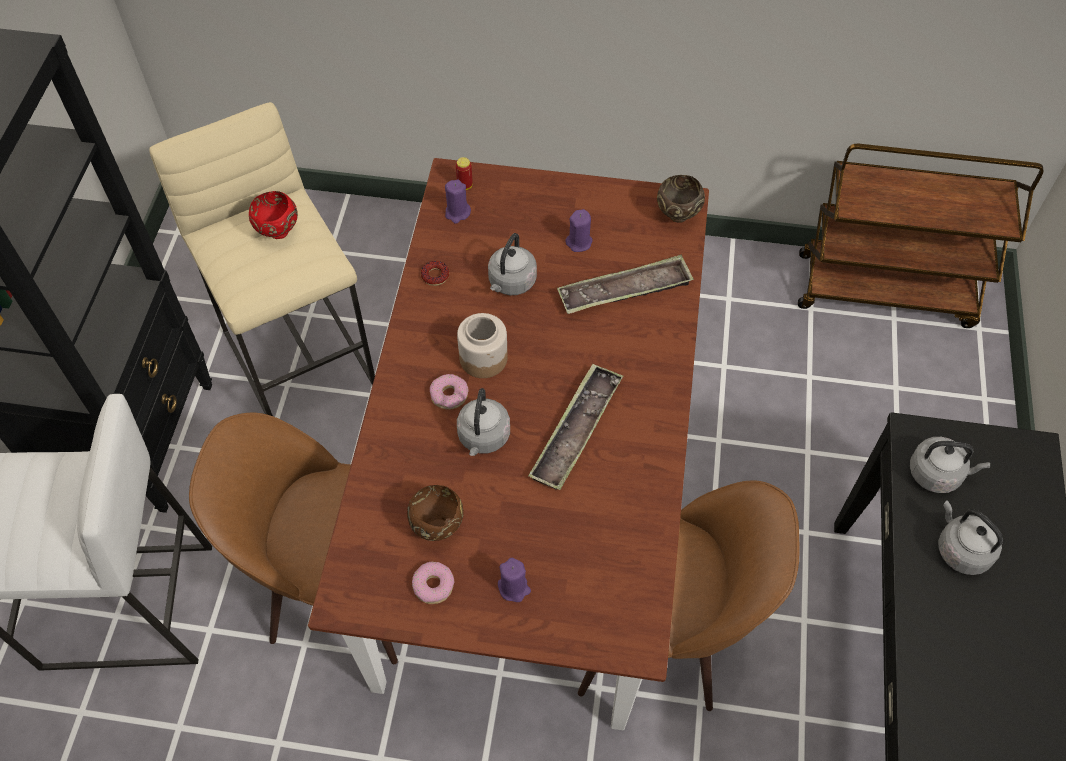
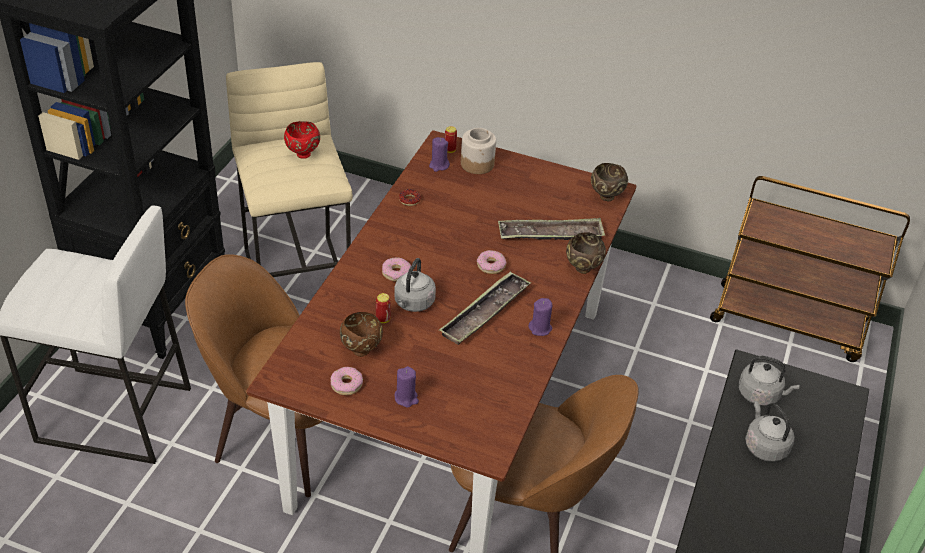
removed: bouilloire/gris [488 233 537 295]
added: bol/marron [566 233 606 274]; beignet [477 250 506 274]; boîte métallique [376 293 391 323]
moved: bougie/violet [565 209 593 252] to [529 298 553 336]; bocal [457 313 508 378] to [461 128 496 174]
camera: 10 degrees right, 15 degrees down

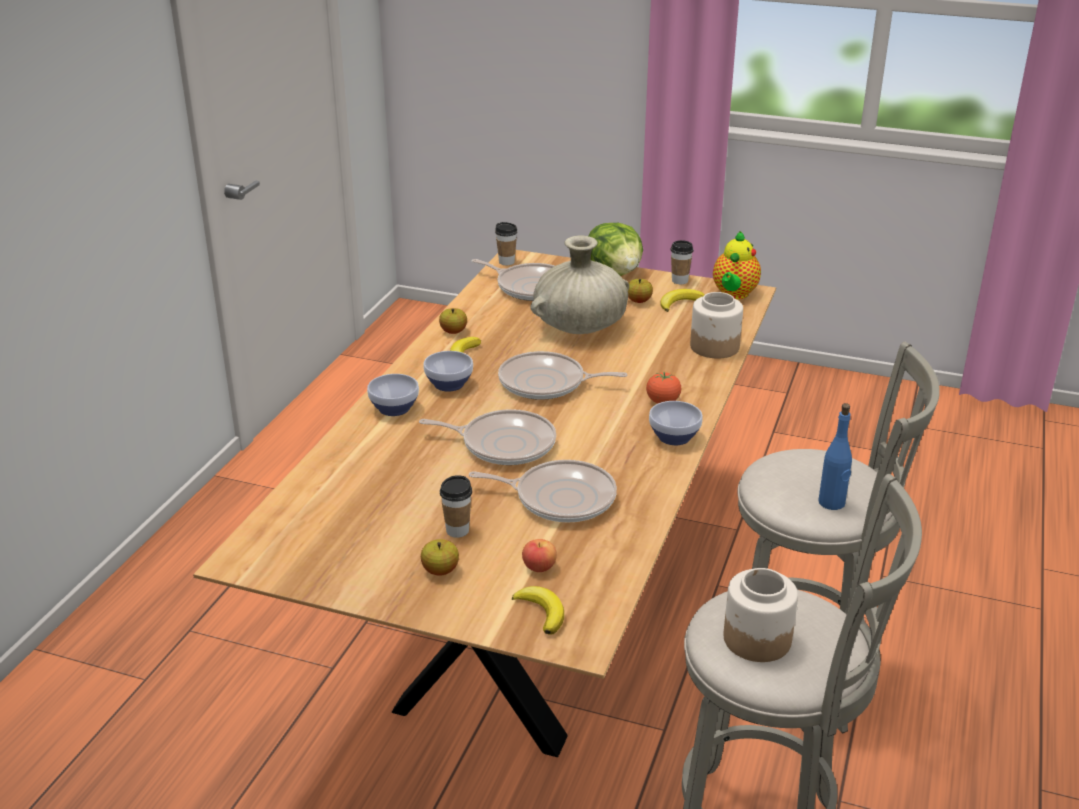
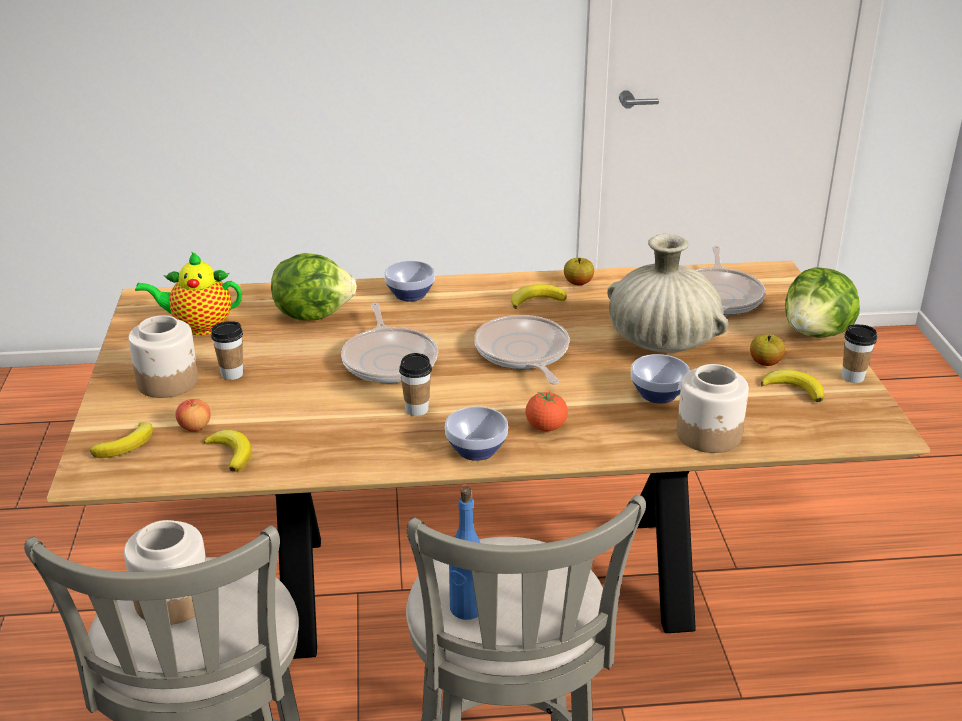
removed: poêle [469 460 617 523]
added: laitue [271 253 357 321]; banane [204 430 252 472]
moved: tasse [495 222 518 265] to [399 353 432 416]; théière [713 231 761 300] to [135 251 242 335]; bol [423 351 473 391] to [631 354 690 404]
replaced: pomme [421 539 459 576] to bocal [128 315 198 398]
camera: 65 degrees right, 0 degrees up

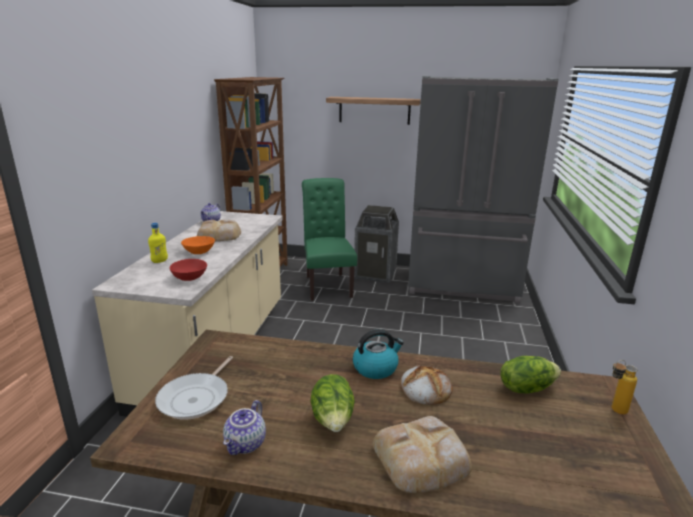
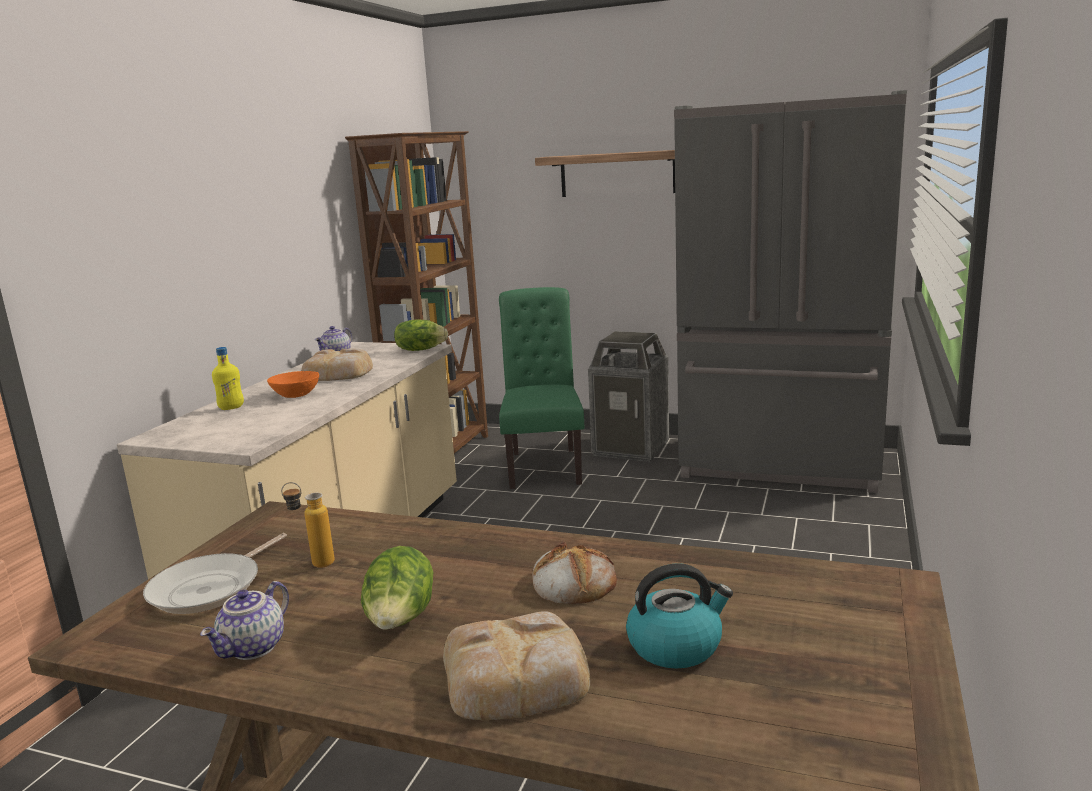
removed: bol/rouge [170 259 207 281]
moved: bouilloire [353 329 404 379] to [626 563 733 669]; laitue [500 356 561 394] to [394 319 448 351]; bouteille [612 360 638 414] to [281 482 335 568]
camera: 10 degrees right, 5 degrees down

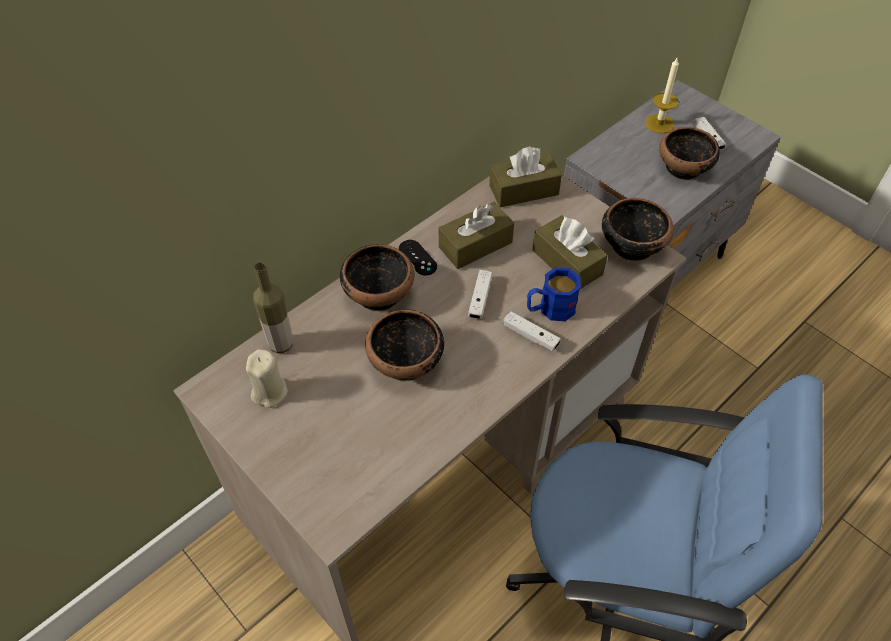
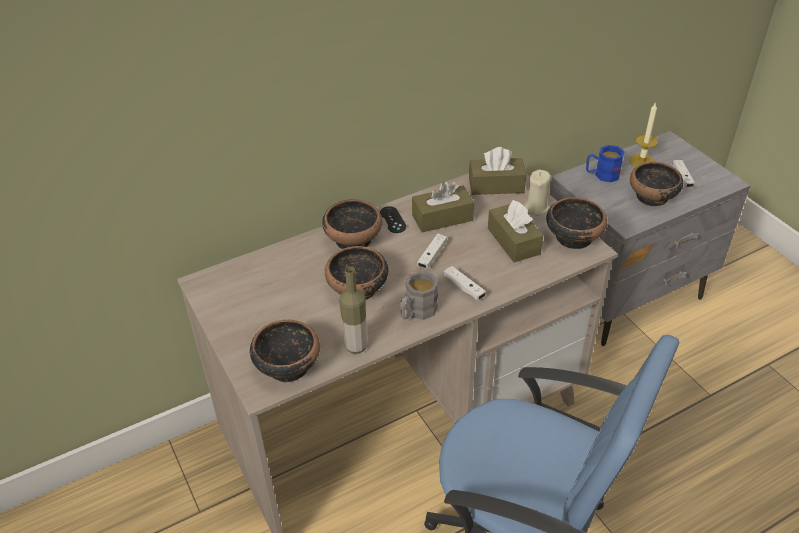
added: mug/gris [400 271 438 320]; bol [250 320 320 382]
moved: bouteille [253 262 293 353] to [339 266 367 354]; mug/bleu [527 267 581 321] to [586 145 625 183]; bougie/beige [246 349 288 408] to [523 169 551 216]
camera: 15 degrees right, 10 degrees down

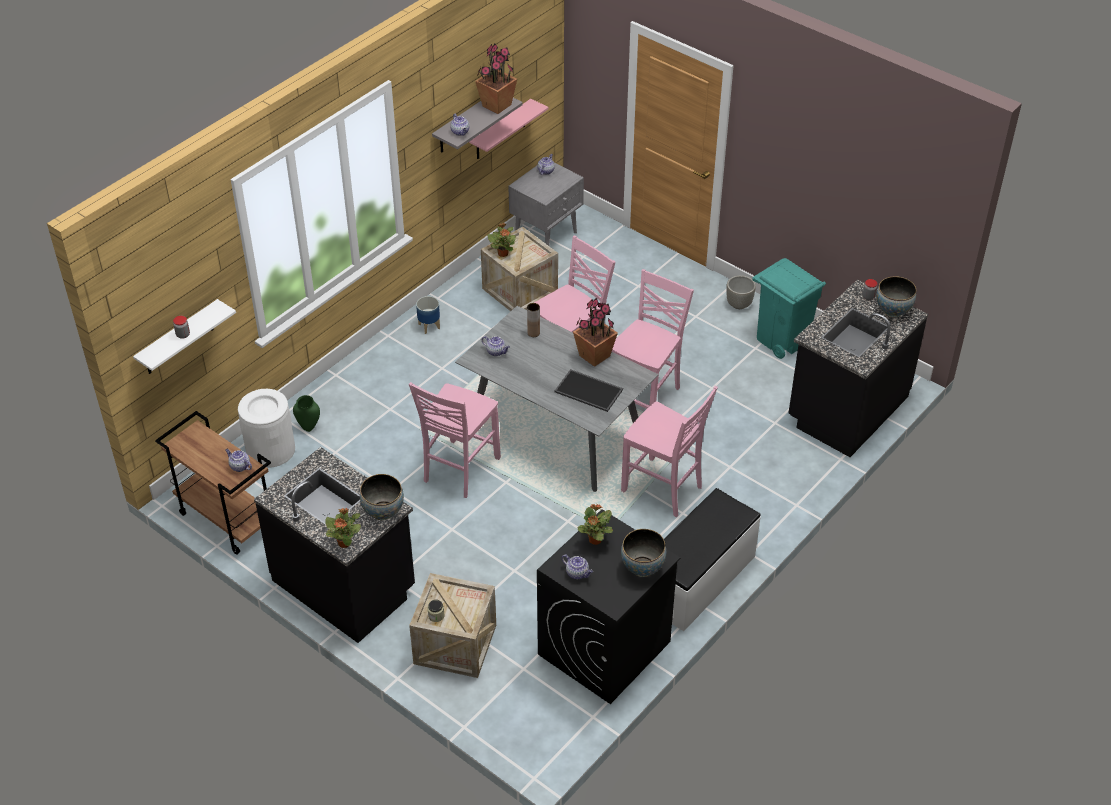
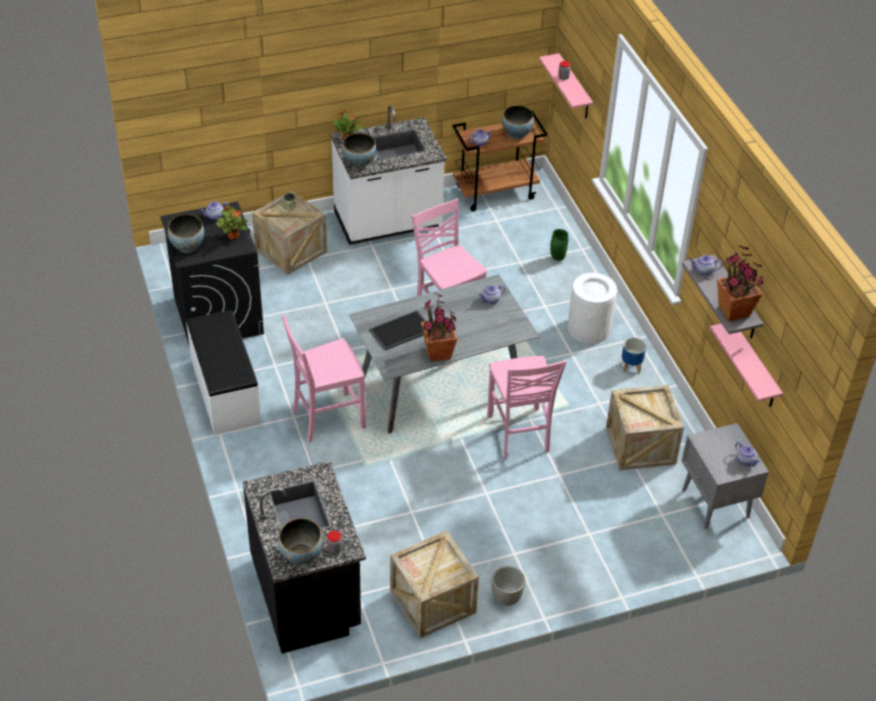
removed: plante en pot [487 223 516 257]; chaise/rose [612 269 694 409]; vase/marron [527 303 540 337]
added: bol [502 105 534 140]
moved: poubelle/blanc [238 389 295 468] to [567 273 617 344]
replaced: poubelle/turquoise [752 258 826 359] to caisse [390 531 479 638]
recoloured: étagère/blanc [133 299 236 374] to étagère/rose [539 54 593 119]; comptoir de cuisine/noir [254 447 415 643] to comptoir de cuisine/blanc [330 105 447 245]
camera: 120 degrees right, 0 degrees up

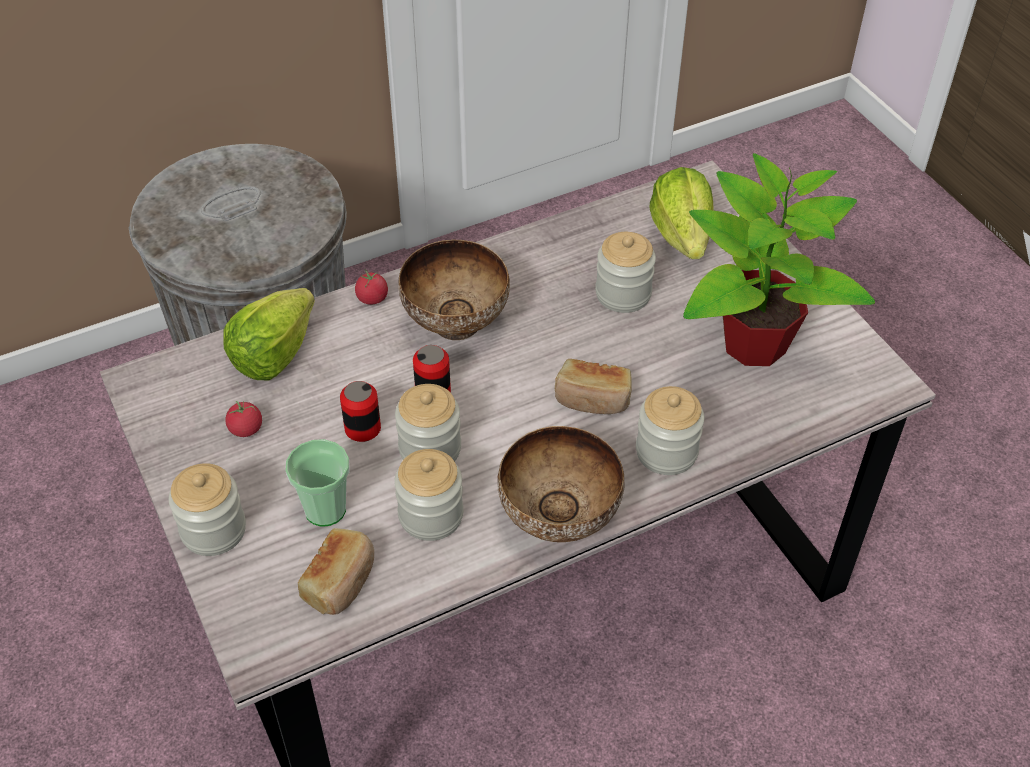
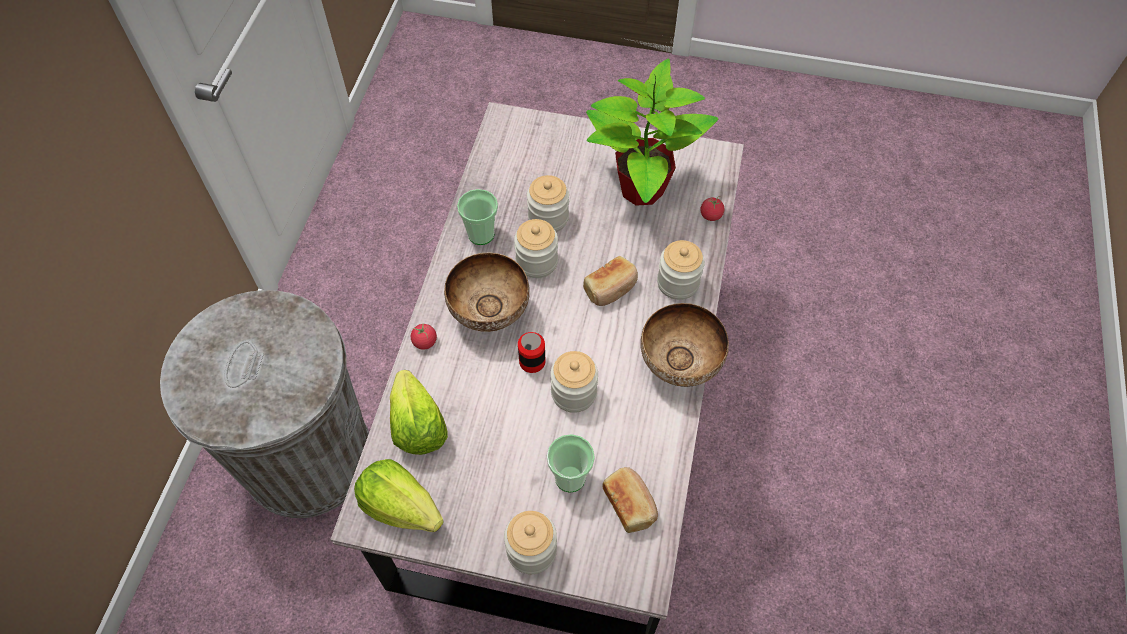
removed: boîte métallique [340 381 381 442]
added: tasse [457 189 498 245]
moved: laitue [650 167 714 259] to [354 459 444 532]; tomate [225 401 262 437] to [700 196 725 221]; bocal [394 449 464 541] to [514 219 558 278]
camera: 50 degrees left, 10 degrees up

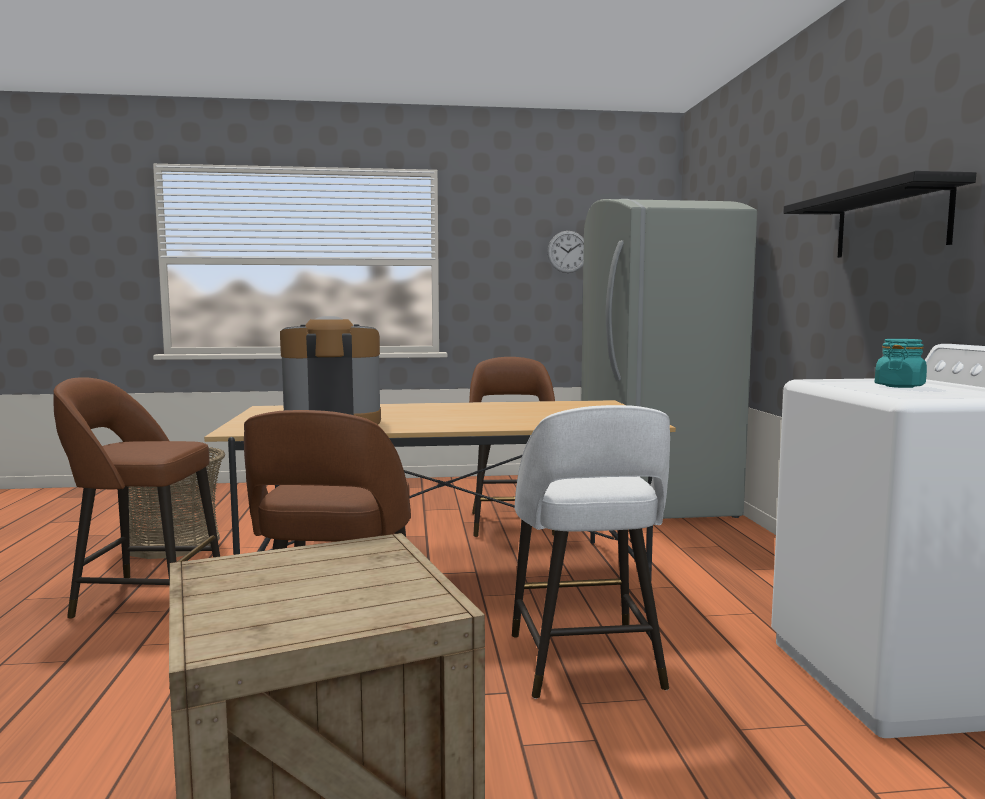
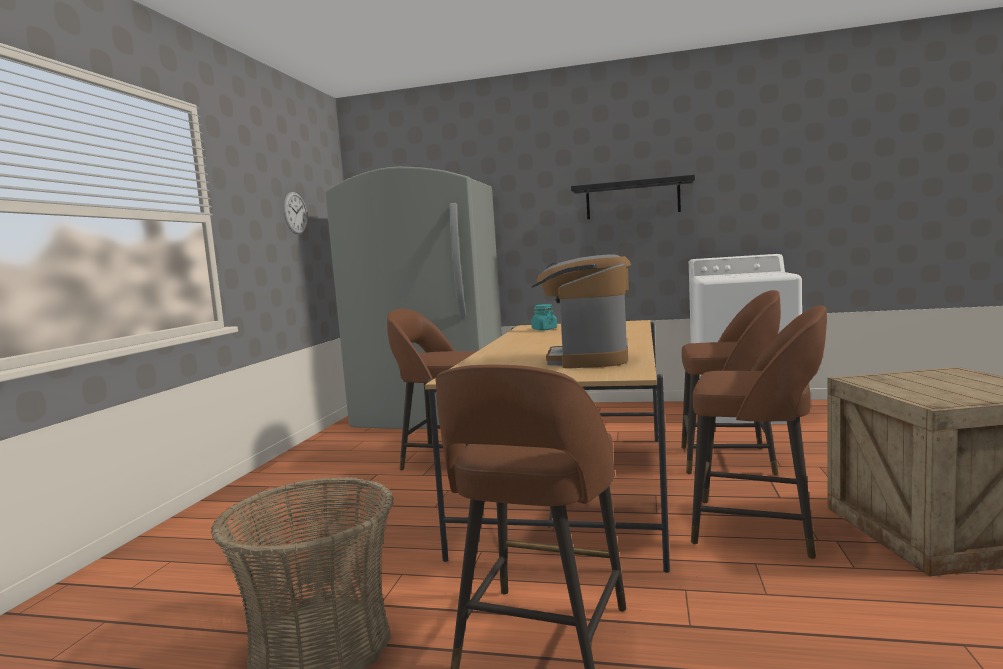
moved: bocal/turquoise [875 339 927 388] to [531 304 557 331]
recoloured: tabouret/blanc [512 405 670 699] to tabouret/marron [681 290 781 475]
camera: 70 degrees left, 0 degrees up

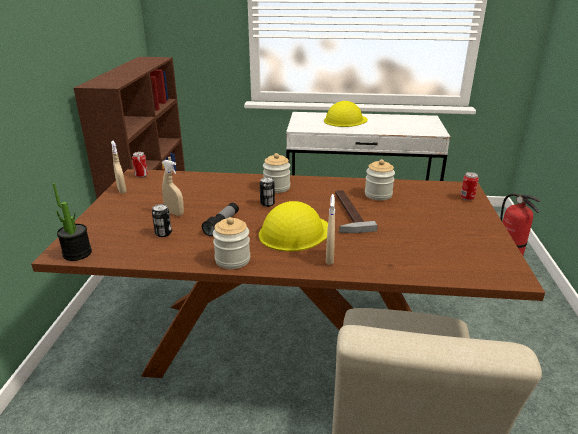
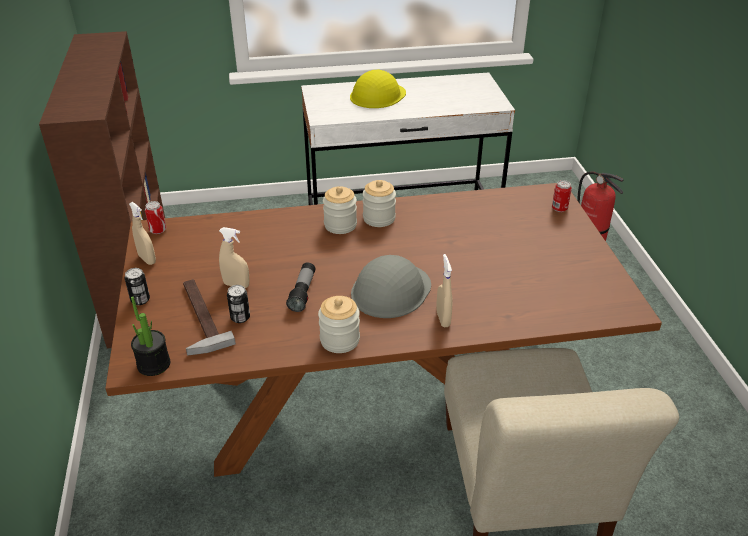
moved: bocal [365 159 395 200] to [363 180 396 227]; boîte métallique [260 177 275 207] to [125 268 150 305]; marteau [335 190 378 233] to [183 279 236 355]
recoloured: casque de chantier/jaune [259 201 328 252] to casque de chantier/gris [351 255 431 318]
camera: 15 degrees left, 10 degrees up

